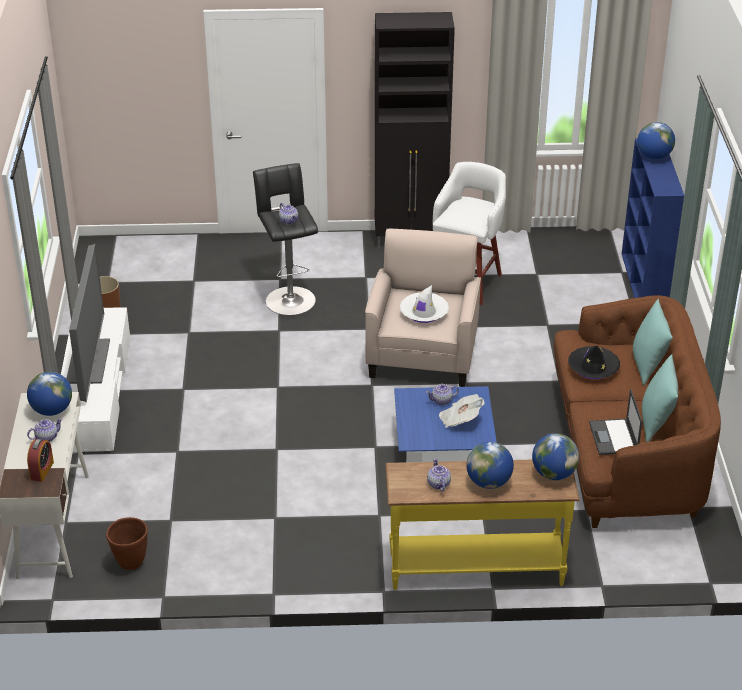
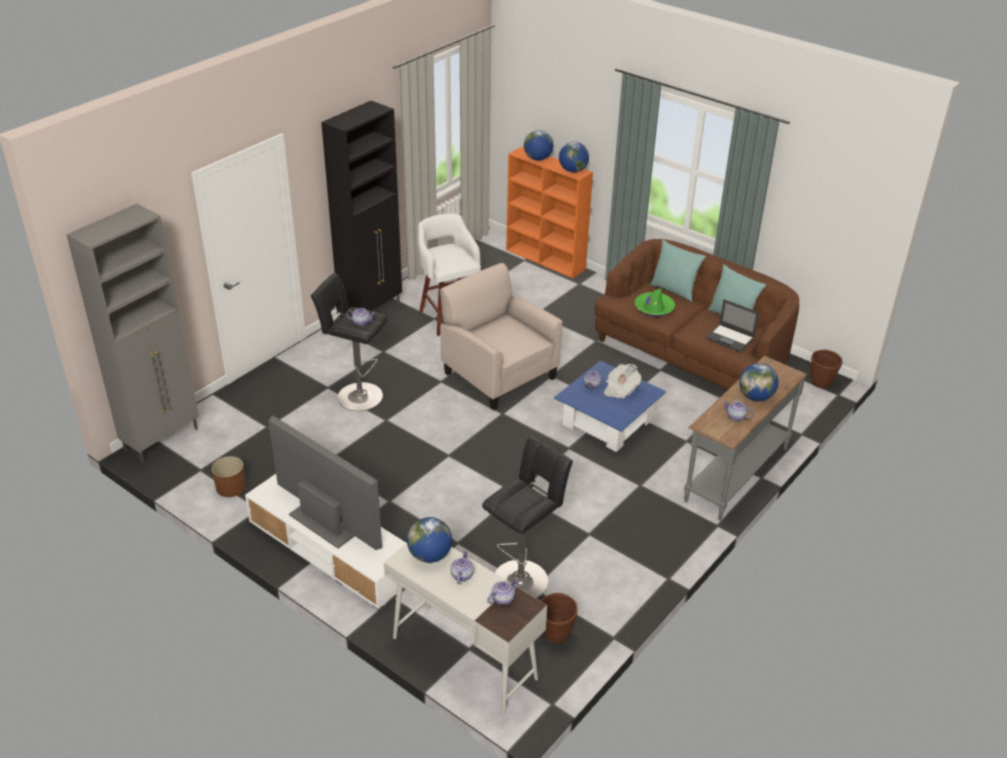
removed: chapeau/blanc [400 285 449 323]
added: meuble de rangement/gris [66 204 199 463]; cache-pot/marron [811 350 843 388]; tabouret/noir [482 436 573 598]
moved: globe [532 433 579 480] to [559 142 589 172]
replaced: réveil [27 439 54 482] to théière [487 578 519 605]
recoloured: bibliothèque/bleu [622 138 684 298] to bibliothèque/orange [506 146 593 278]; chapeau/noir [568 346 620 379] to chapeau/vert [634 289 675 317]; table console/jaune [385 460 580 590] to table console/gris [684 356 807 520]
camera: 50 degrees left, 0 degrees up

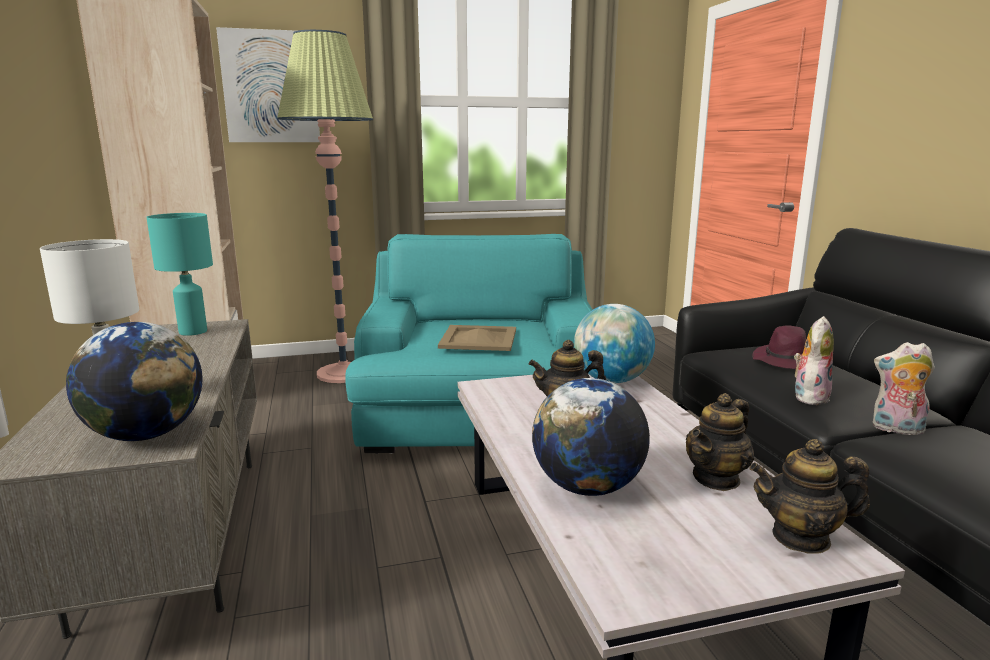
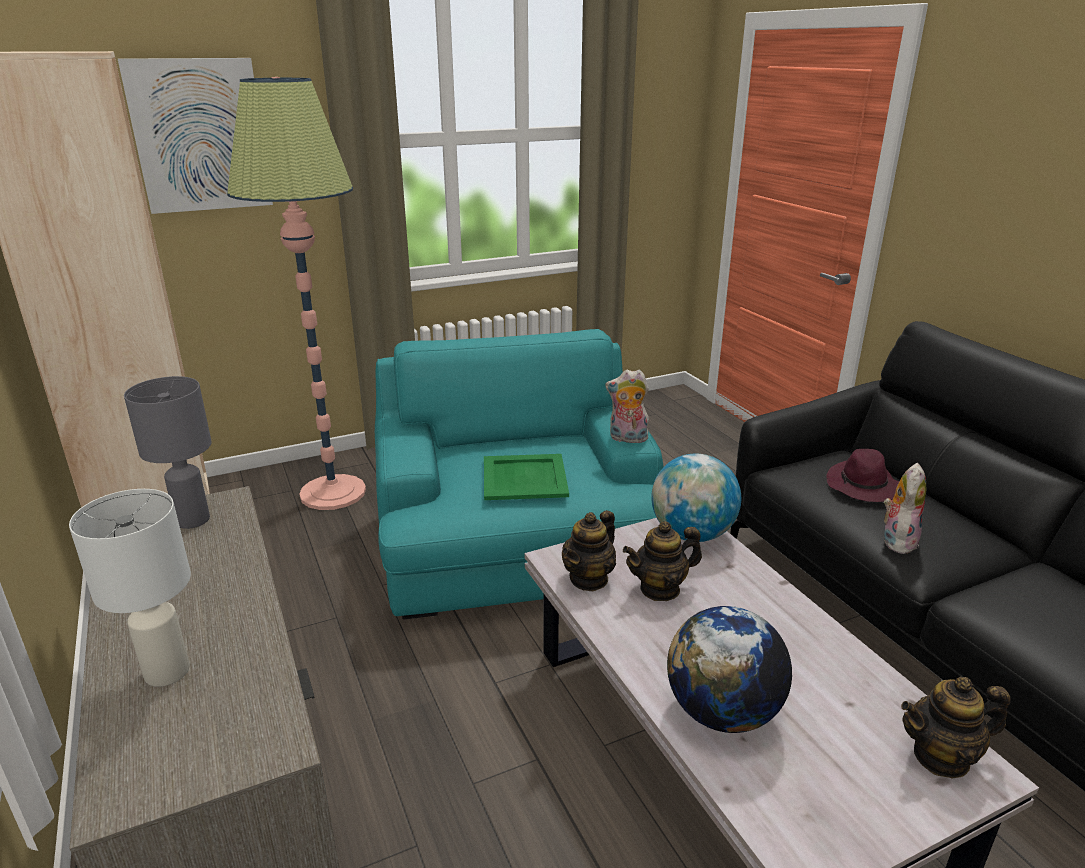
removed: globe [66 322 202 441]
moved: peluche [873 342 935 435] to [605 370 649 443]; théière [686 393 754 491] to [562 510 616 591]
recoloured: lampe de table/turquoise [146 213 213 336] to lampe de table/gris [124 376 211 529]; plateau/beige [438 325 516 351] to plateau/vert [484 454 569 500]
camera: 10 degrees left, 10 degrees up

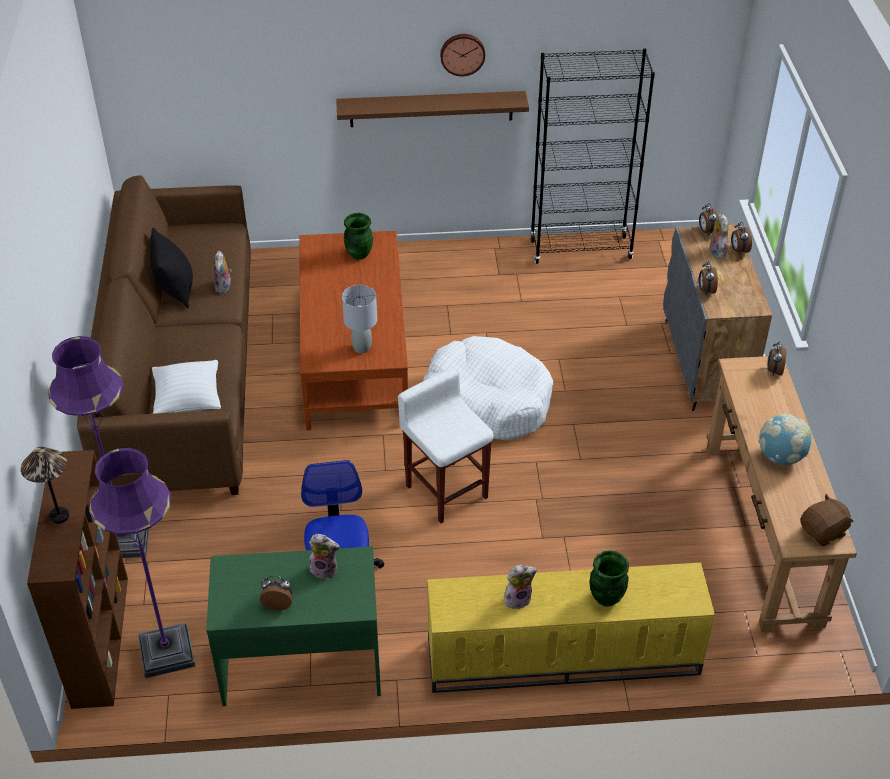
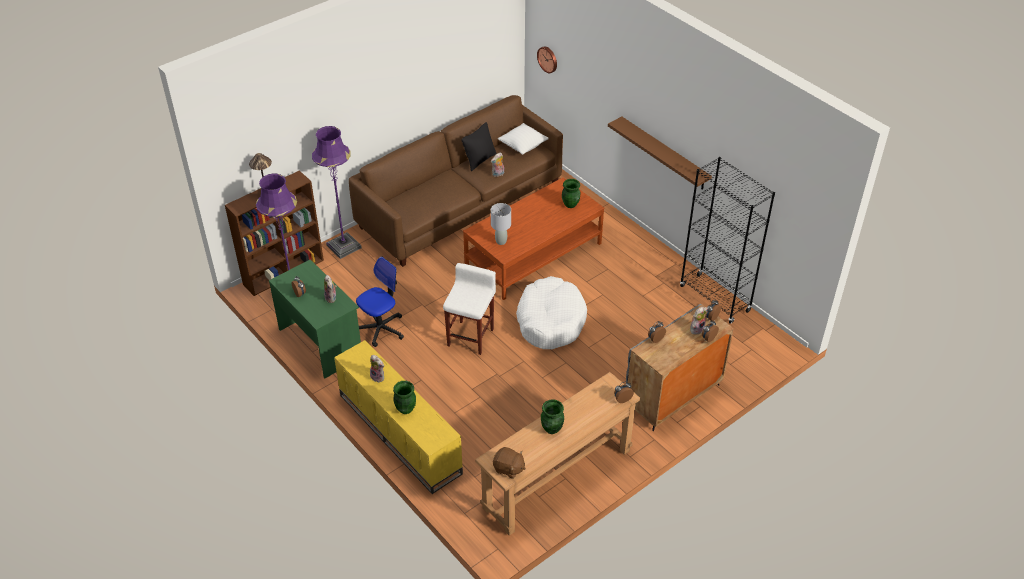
moved: horloge murale [440 34 485 76] to [537 46 557 73]; coussin/blanc [152 360 221 414] to [498 123 549 155]
replaced: globe [758 414 811 465] to vase/vert [541 399 564 434]
camera: 55 degrees right, 0 degrees up

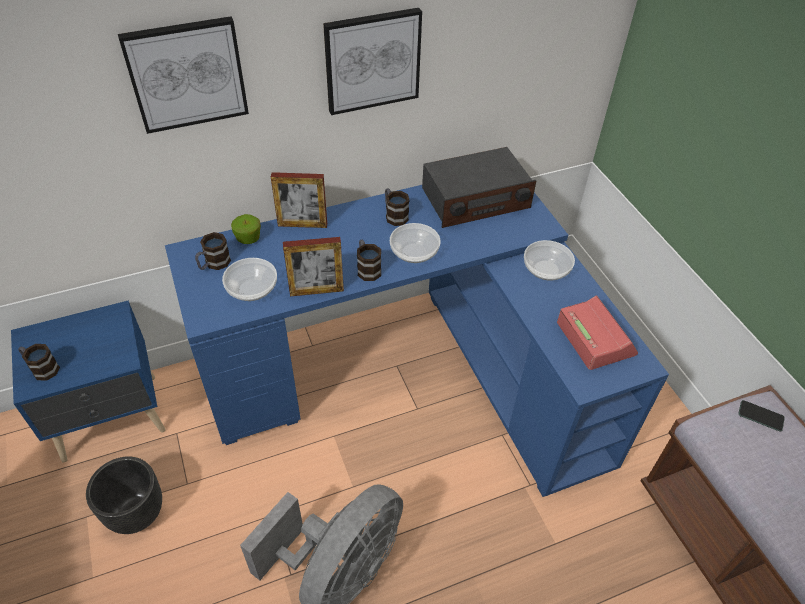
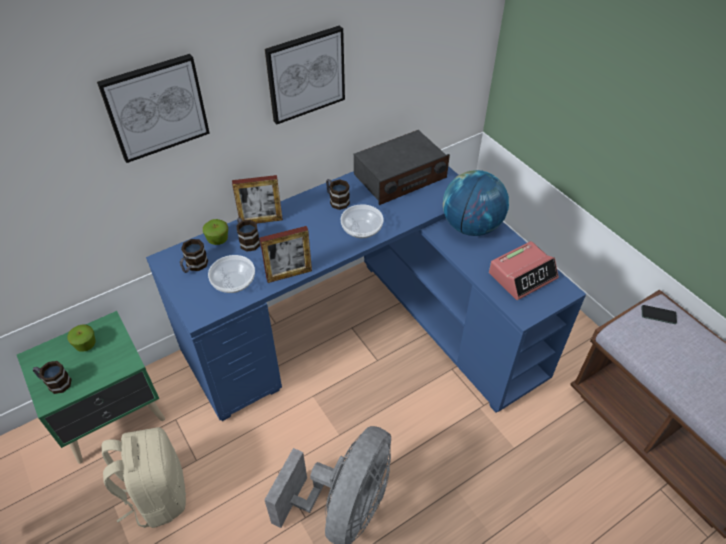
added: pomme [68 324 96 352]
moved: mug [357 240 381 281] to [237 218 260 252]
replaced: bol [524 240 575 281] to globe [443 170 509 236]; cache-pot/noir [86 457 162 534] to sac à dos/beige [102 427 186 528]
recoloured: table de chevet/bleu [11 301 166 462] to table de chevet/vert [17 311 165 464]
turned: réveil [557 295 638 370] = [489 241 559 300] 90 degrees clockwise
camera: 10 degrees left, 0 degrees up

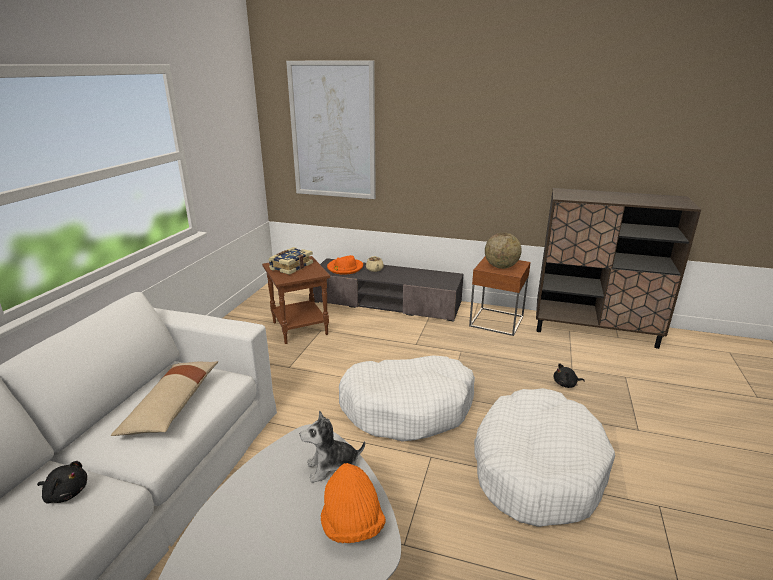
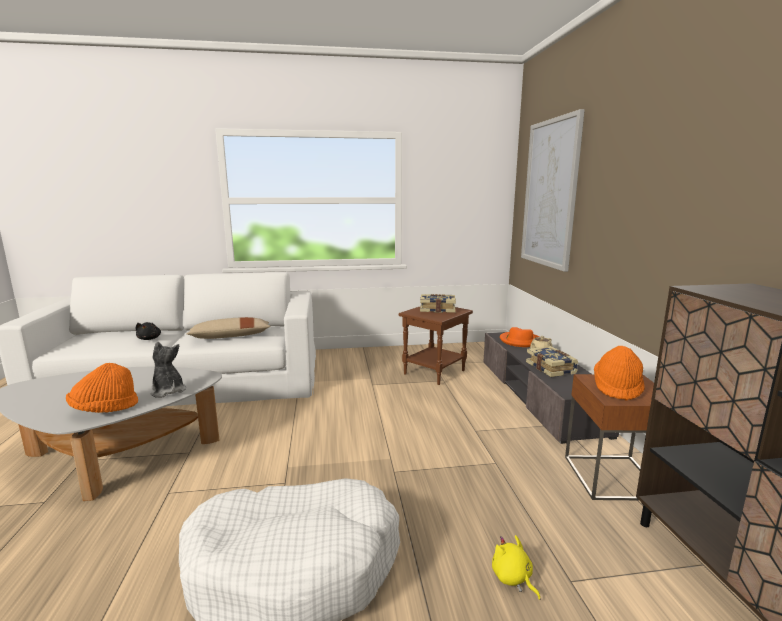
removed: panier pour chien/blanc [339 355 475 442]
added: livre [526 346 578 377]
replaced: globe [485 233 522 269] to chapeau/orange [594 346 645 401]
recoloured: peluche/noir [554 363 585 388] to peluche/jaune [492 535 540 600]
camera: 65 degrees right, 10 degrees down

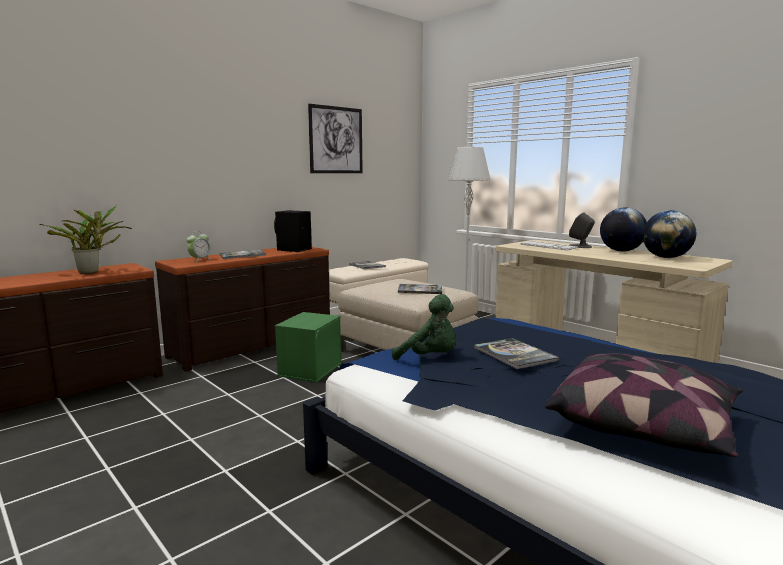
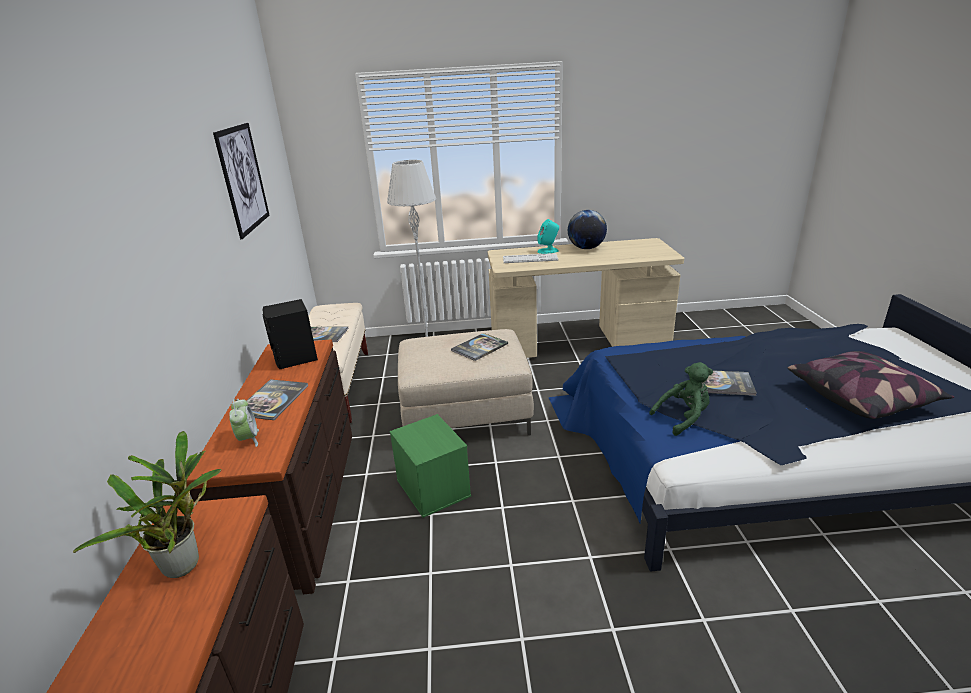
removed: globe [643 210 696 258]
recoloured: enceinte/gris [569 212 595 248] to enceinte/turquoise [537 219 559 254]
camera: 50 degrees left, 15 degrees up

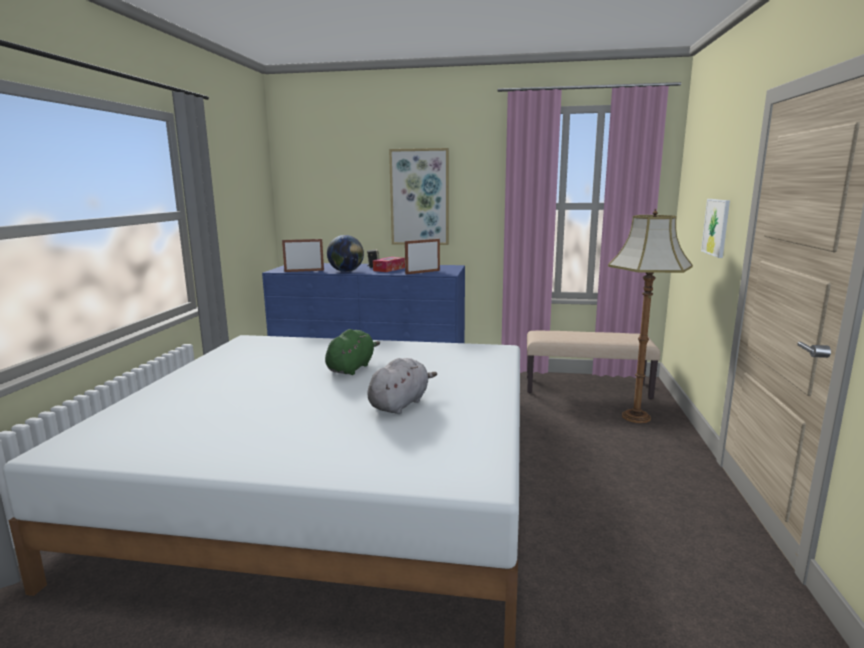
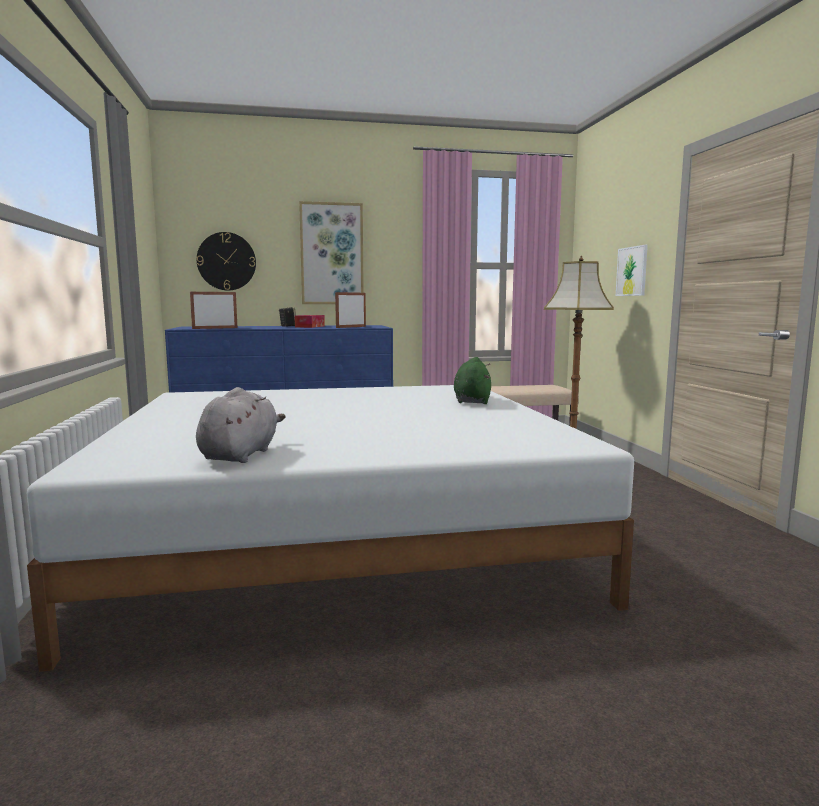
removed: globe [327 235 364 272]
added: horloge murale [197 232 256 291]
moved: peluche/vert [325 329 380 375] to [454 357 491 404]; peluche/gris [368 358 437 414] to [196 387 286 463]
camera: 20 degrees left, 5 degrees down

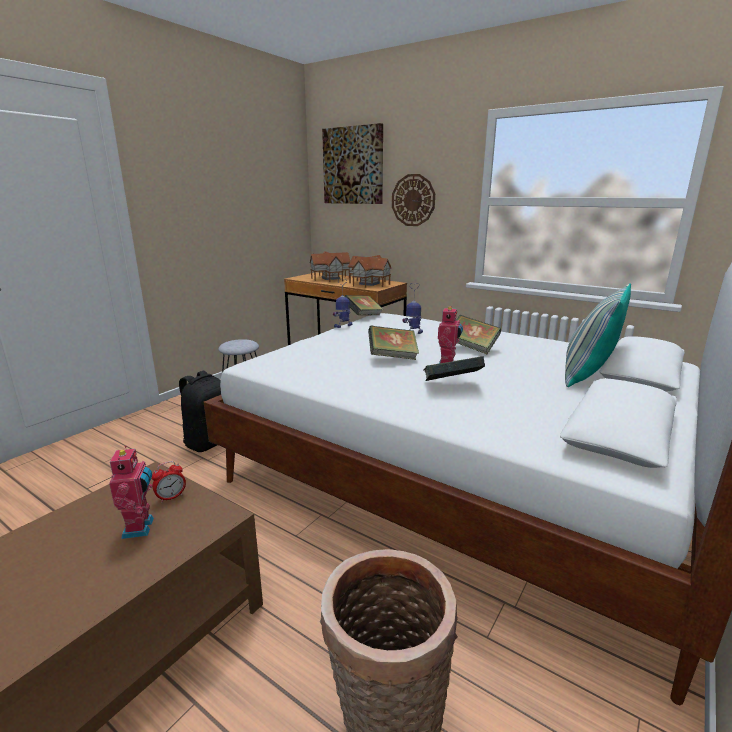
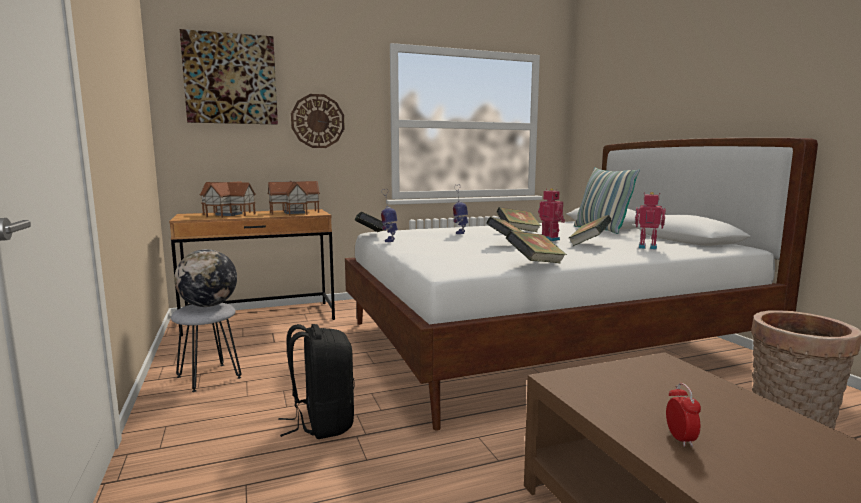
added: livre [506 231 567 263]; globe [174 249 237 307]
moved: robot jouet [109 446 154 539] to [635 192 666 250]; réveil [152 461 186 503] to [666 383 701 447]
camera: 55 degrees left, 10 degrees down

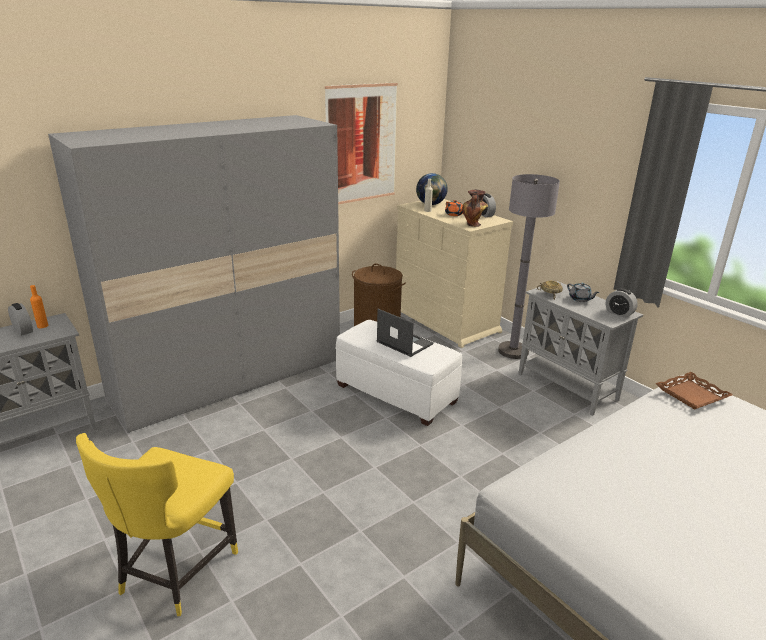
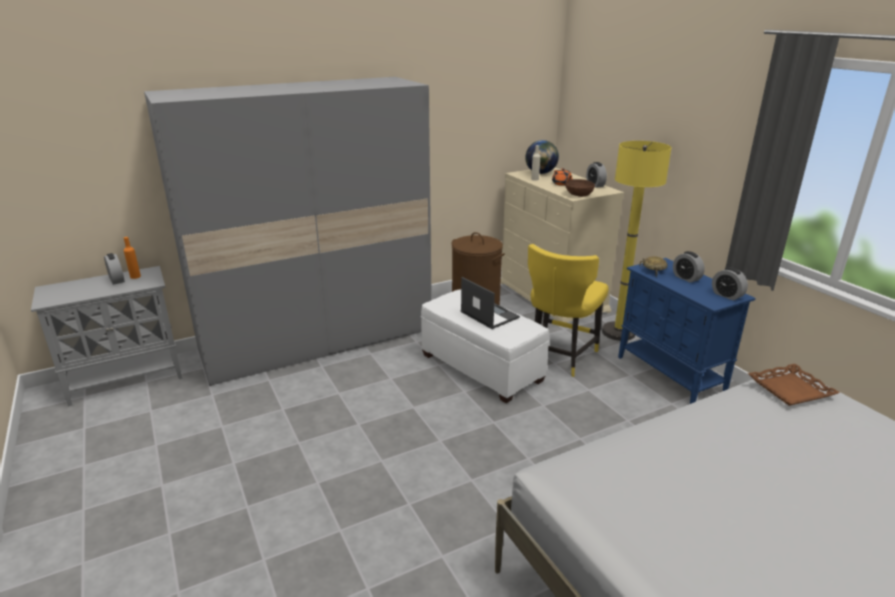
removed: tableau [325 83 398 204]
moved: chaise/jaune [76 433 238 616] to [528 244 609 377]
replaced: vase [462 190 488 227] to bol/marron [565 179 595 197]; théière/gris [567 283 599 302] to réveil [673 251 705 283]
recoloured: lampadaire/gris [498 174 560 359] to lampadaire/jaune [602 141 672 341]; meuble de rangement/gris [518 281 643 416] to meuble de rangement/bleu [618 258 756 404]
camera: 10 degrees right, 0 degrees up

